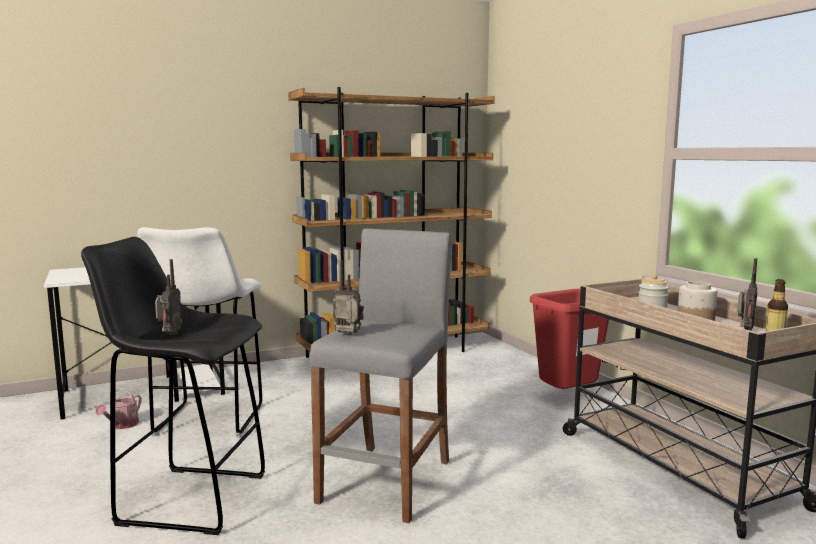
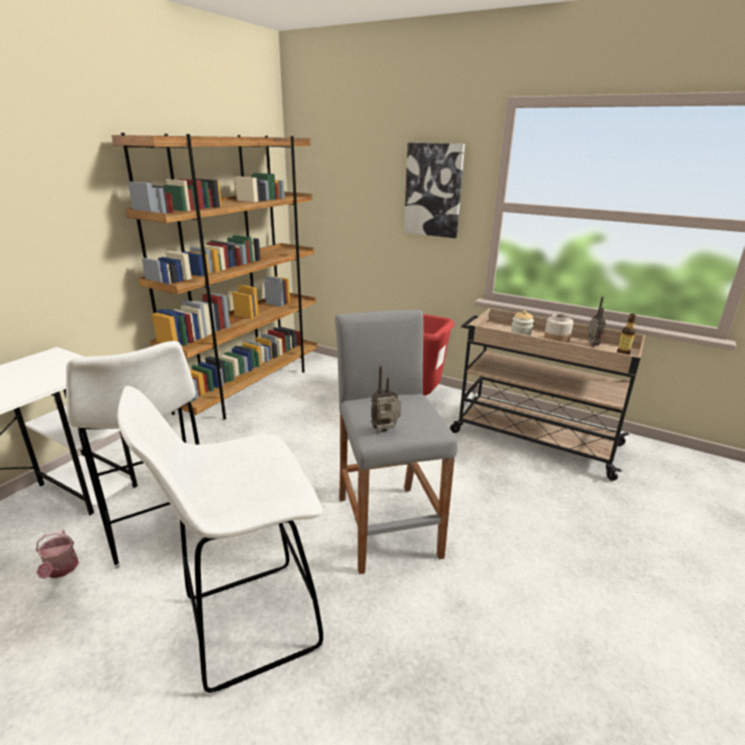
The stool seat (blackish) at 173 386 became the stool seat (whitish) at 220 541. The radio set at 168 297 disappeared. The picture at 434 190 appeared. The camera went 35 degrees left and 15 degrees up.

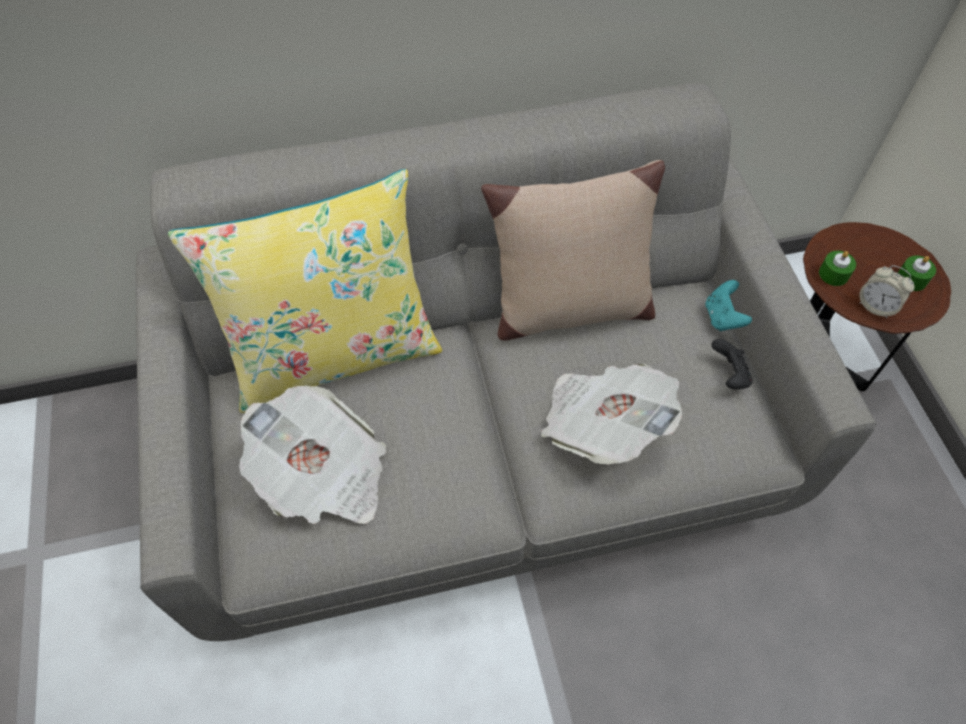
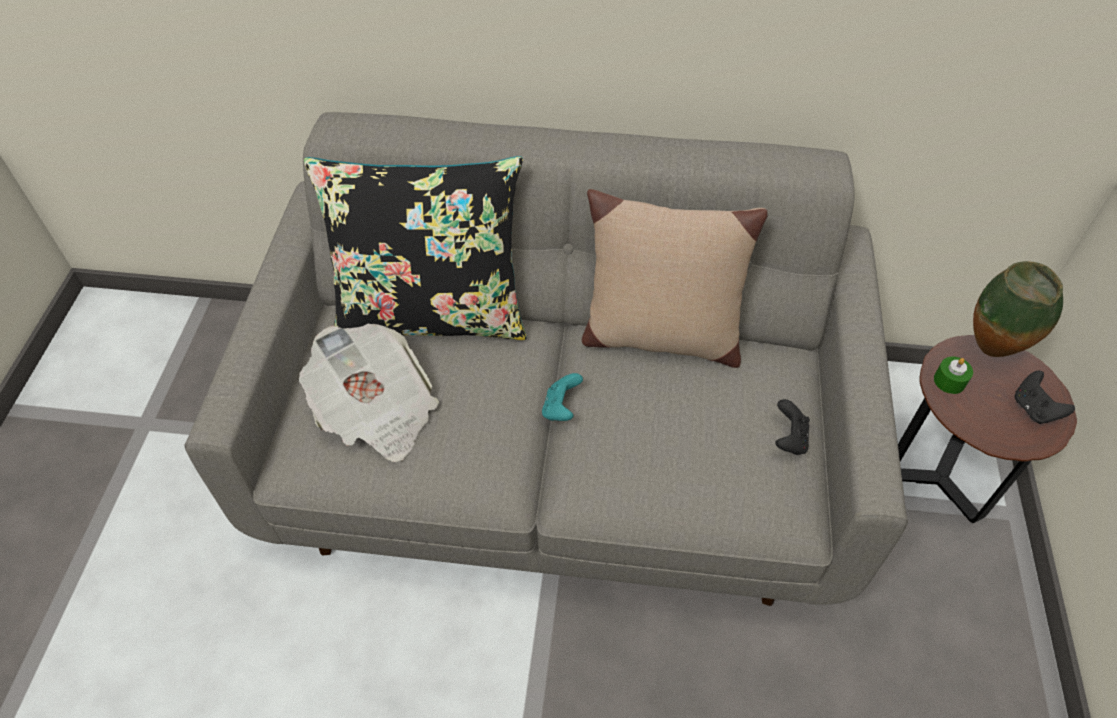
The pillow (yellow) at 305 291 became the pillow (blackish) at 415 248. The candle (green-coloured) at 917 273 was replaced by the joypad (blackish) at 1044 397. The bedside clock at 886 292 disappeared. The joypad (turquoise) moved from 728 305 to 562 397. The printed paper at 611 414 disappeared. The decorative vase at 1018 309 appeared. The camera went 20 degrees right and 5 degrees down.

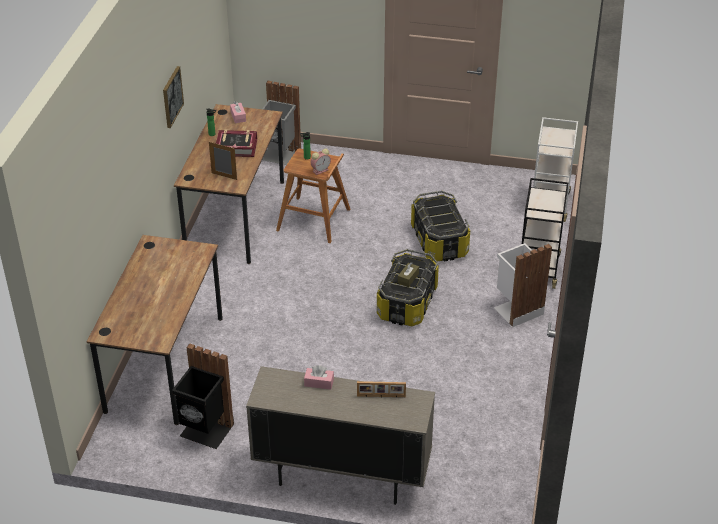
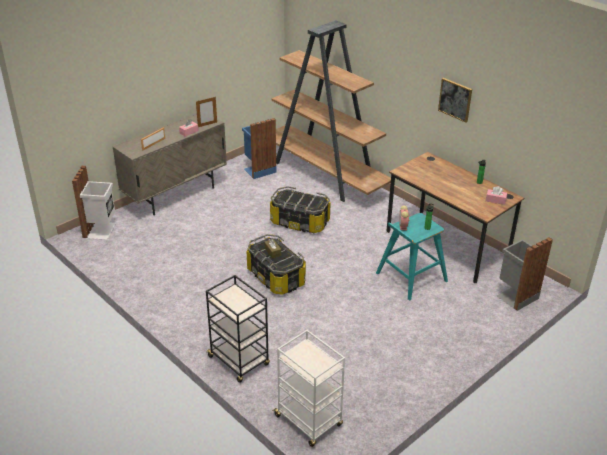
The bound book at 236 143 disappeared. The photo frame moved from 223 161 to 206 111. The stool seat (brown-coloured) at 313 196 became the stool seat (turquoise) at 412 257. The storage bin moved from 440 226 to 300 209. The desk unit (brown-coloured) at 155 330 was replaced by the bookcase (brown-coloured) at 331 111. The waste bin (whitish) moved from 523 285 to 94 203. The waste bin (blackish) at 203 396 became the waste bin (blue) at 259 148. The camera went 125 degrees right and 5 degrees down.

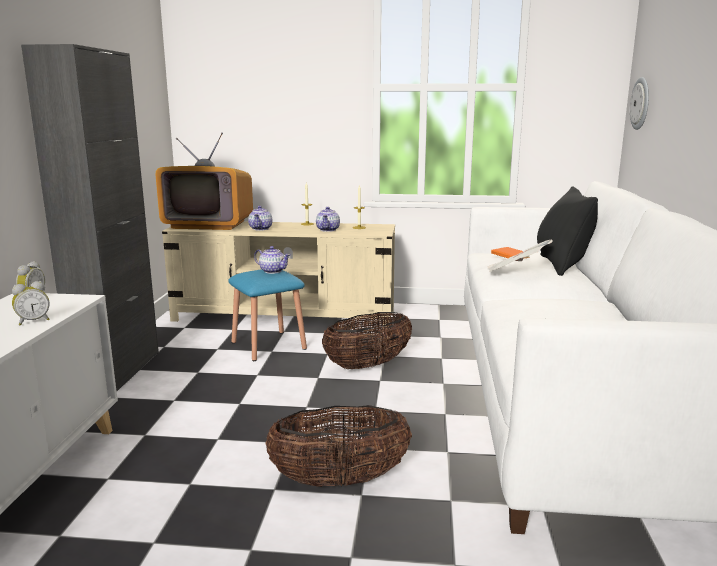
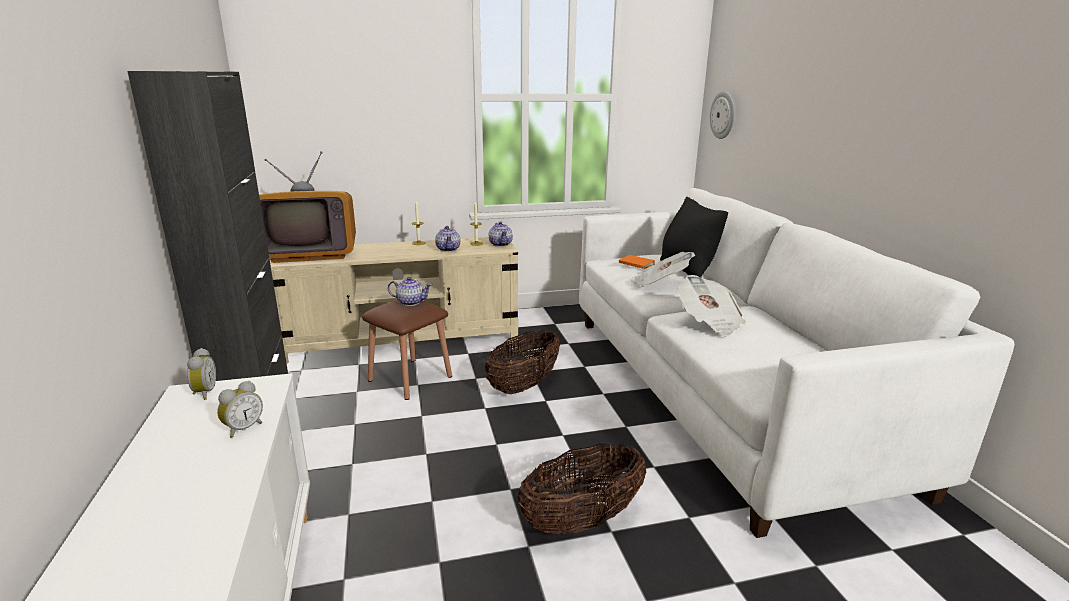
The tea pot moved from 260 218 to 501 234. The stool seat (blue) at 267 315 became the stool seat (brown-coloured) at 407 350. The printed paper at 712 306 appeared. The camera went 20 degrees left and 5 degrees up.

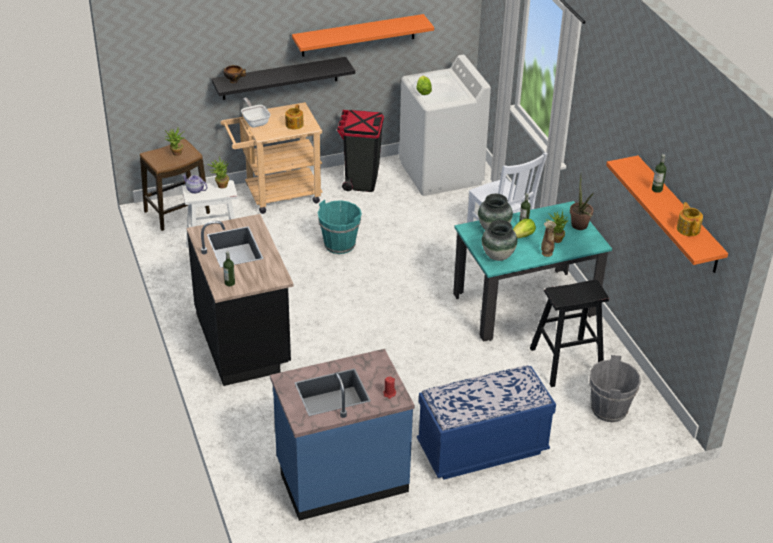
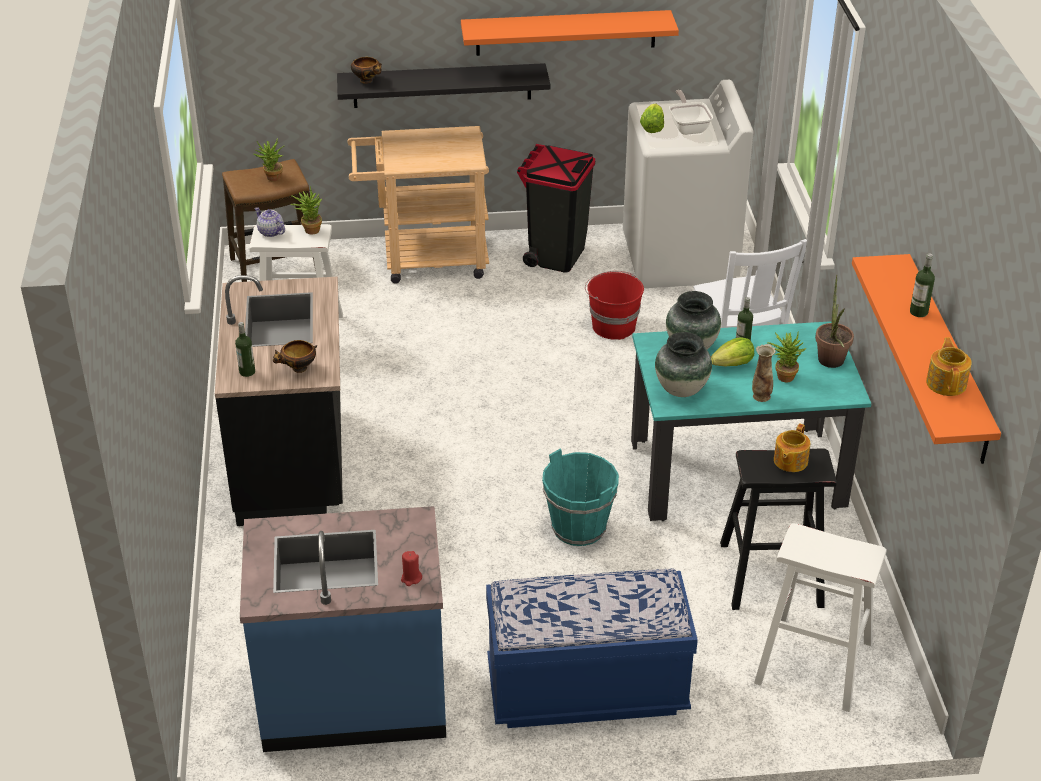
The pan moved from 256 113 to 691 112. The tea pot moved from 294 117 to 792 447. The pail (turquoise) moved from 340 227 to 580 497. The pail (greyish) at 614 388 was replaced by the stool seat (whitish) at 820 617. The pail (red-coloured) at 614 305 appeared. The bowl at 295 356 appeared. The camera went 15 degrees right and 0 degrees up.

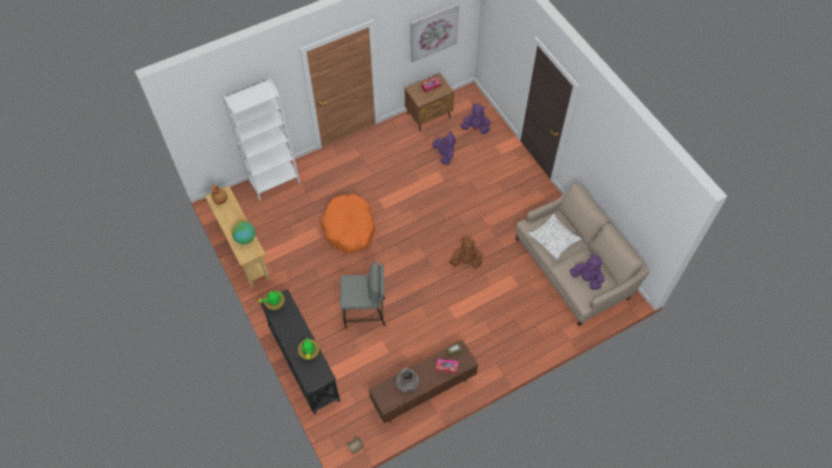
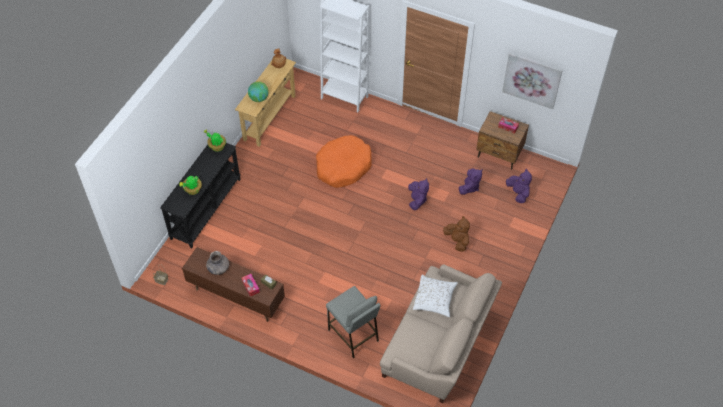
The soft toy (brown-coloured) moved from 466 253 to 456 234. The soft toy (purple-coloured) moved from 587 271 to 418 194. The stool seat (greyish) moved from 362 294 to 353 322. The camera went 55 degrees right and 5 degrees down.

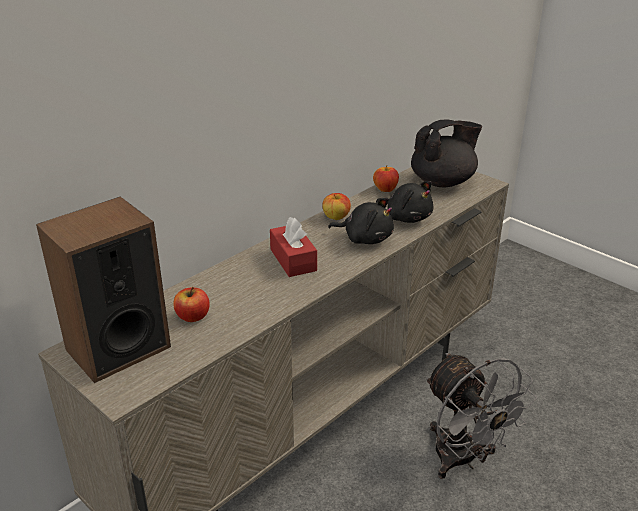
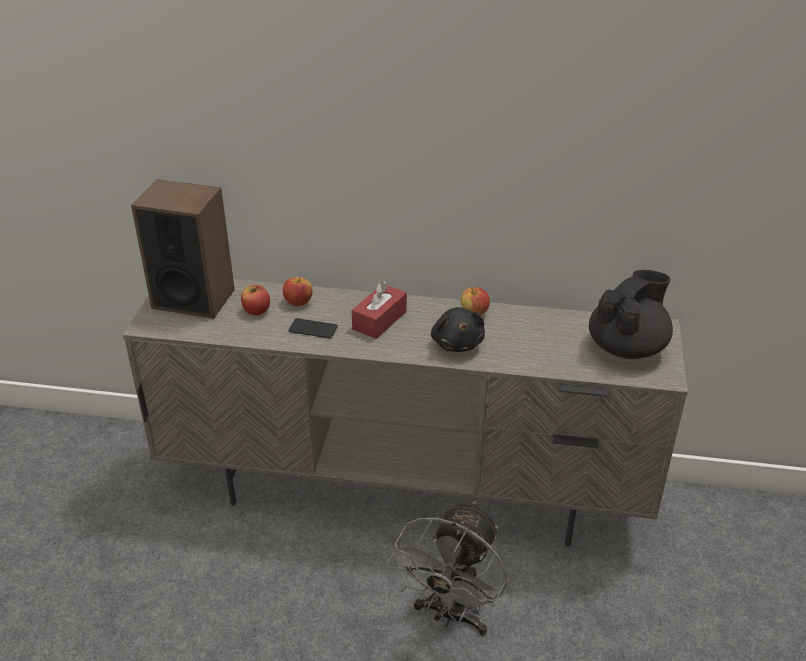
The tea pot (blackish) at 446 153 turned 75 degrees counterclockwise. The whole apple moved from 386 178 to 298 291. The soft toy (blackish) at 404 202 disappeared. The phone at 313 328 appeared. The camera went 55 degrees right and 5 degrees up.

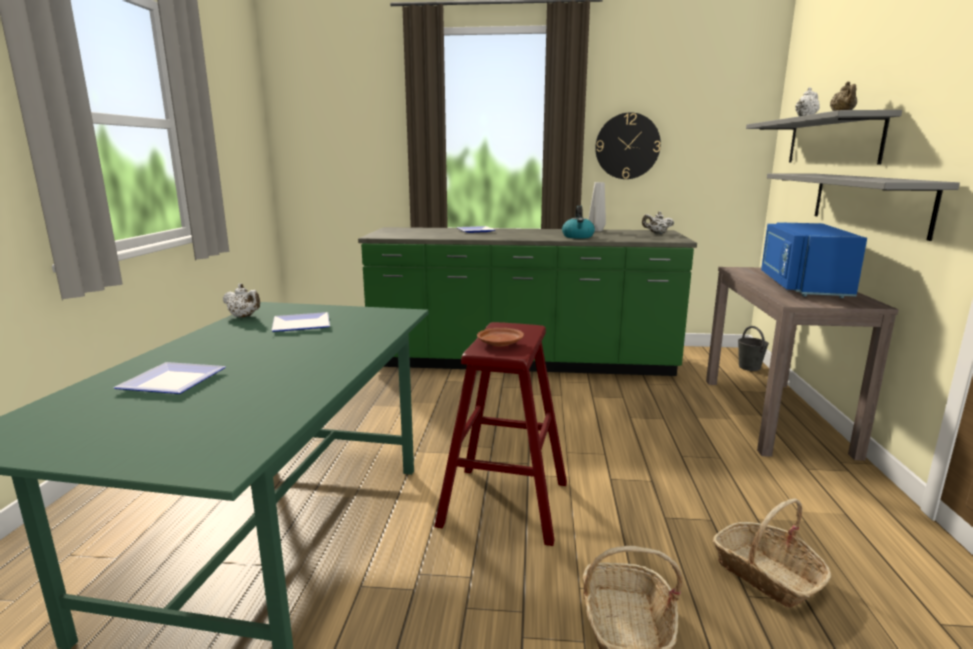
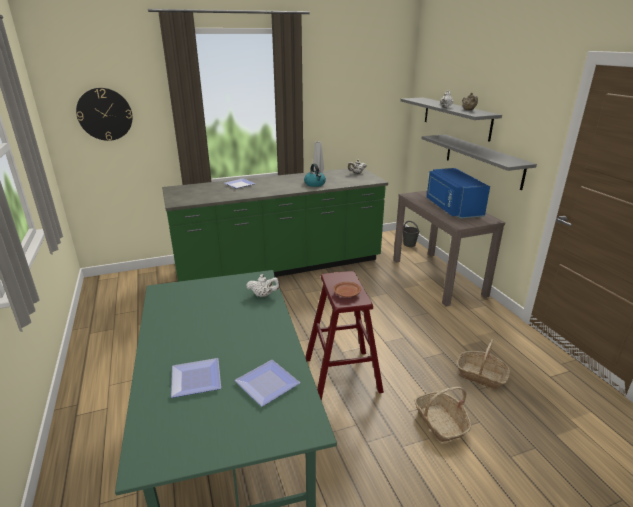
The wall clock moved from 628 145 to 104 114. The tea pot (whitish) moved from 241 300 to 263 285. The flat dish moved from 300 322 to 267 383. The camera went 25 degrees left and 10 degrees up.

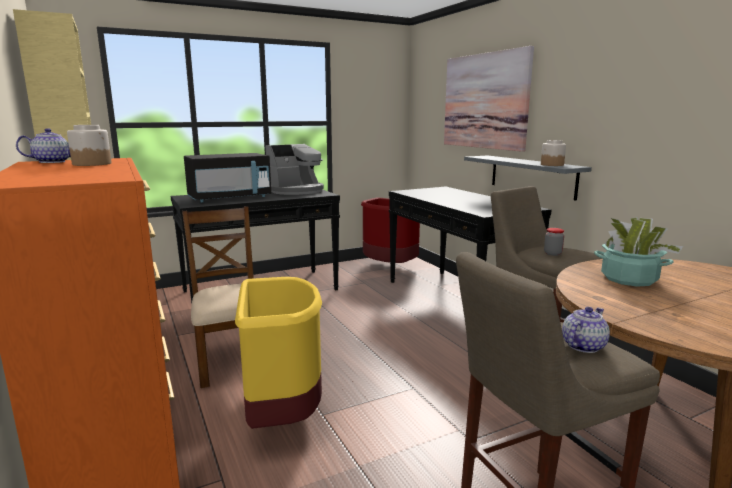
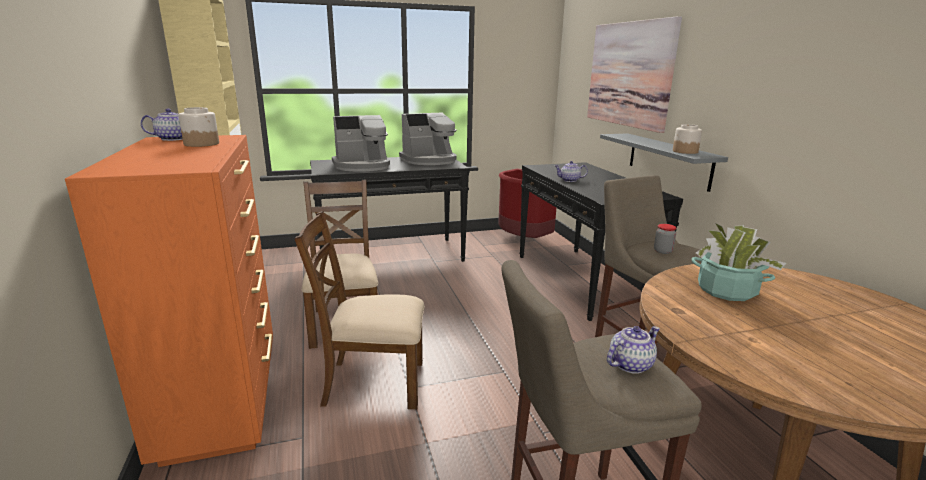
The kitchen microwave (blackish) at 227 177 was replaced by the coffee brewer at 361 143. The waste bin (yellow) at 278 353 was replaced by the plain chair (brown-coloured) at 359 310. The tea pot at 571 171 appeared. The camera went 10 degrees right and 5 degrees up.

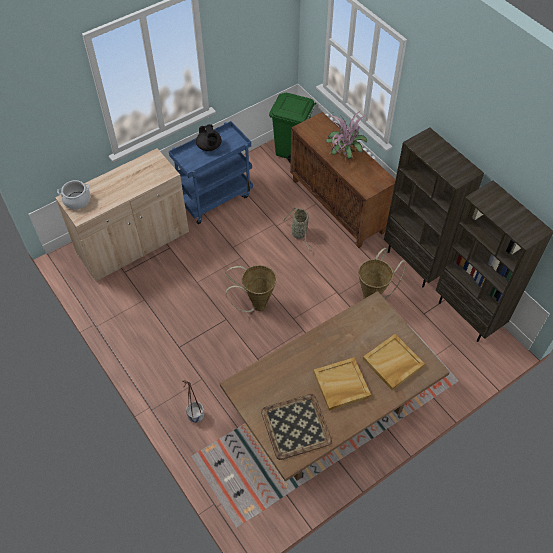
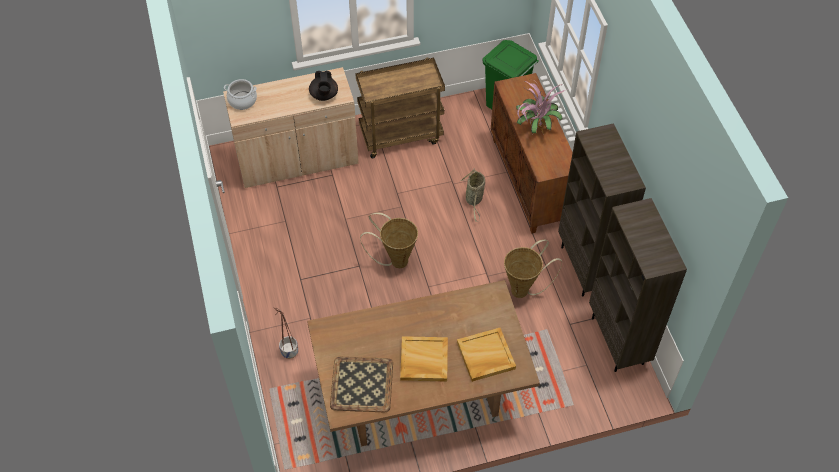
The trolley (blue) at 211 172 became the trolley (brown-coloured) at 400 107. The tea pot (blackish) moved from 209 137 to 323 86. The camera went 20 degrees right and 0 degrees up.

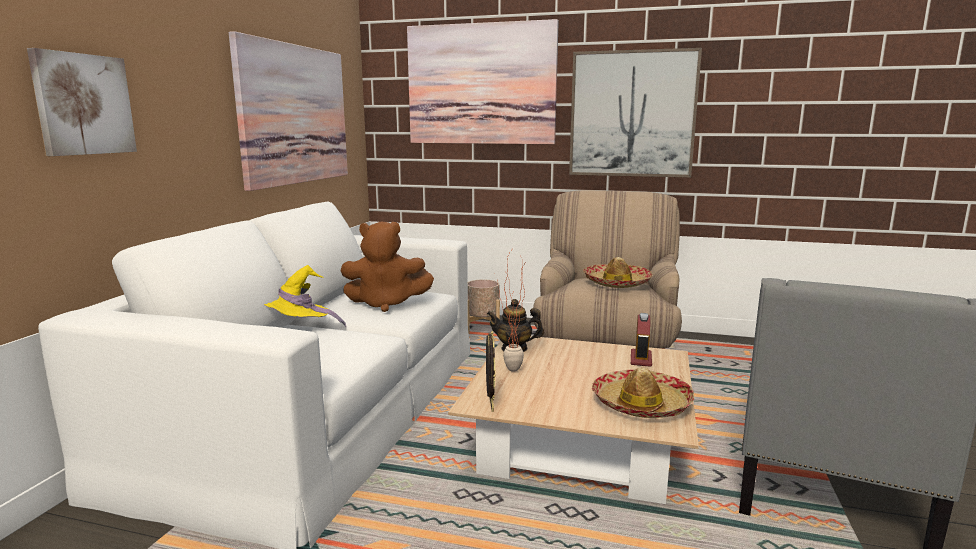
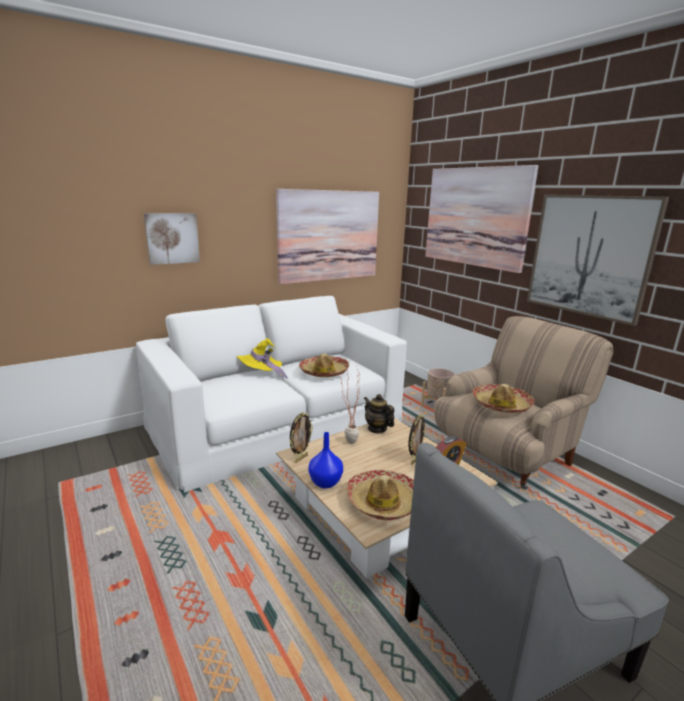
The soft toy (brown-coloured) at 387 267 was replaced by the hat at 324 365. The photo frame at 417 439 appeared. The decorative vase (blue) at 325 460 appeared. The camera went 40 degrees right and 5 degrees up.

